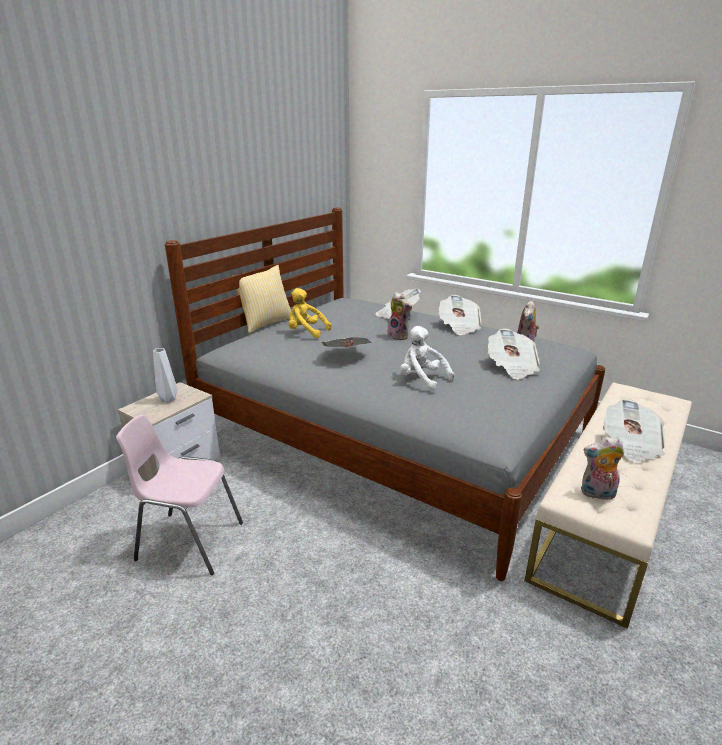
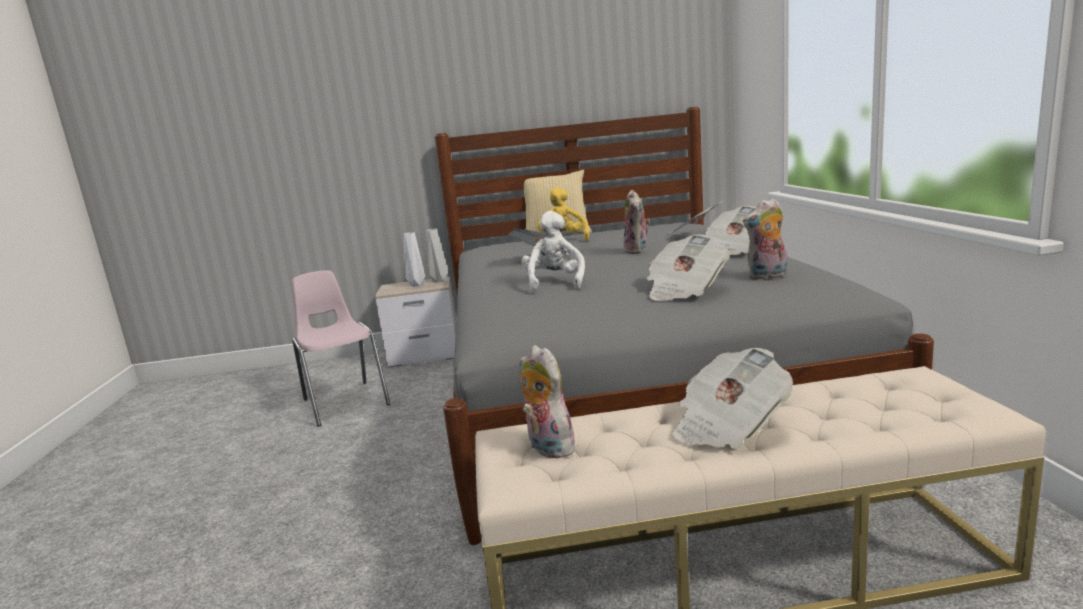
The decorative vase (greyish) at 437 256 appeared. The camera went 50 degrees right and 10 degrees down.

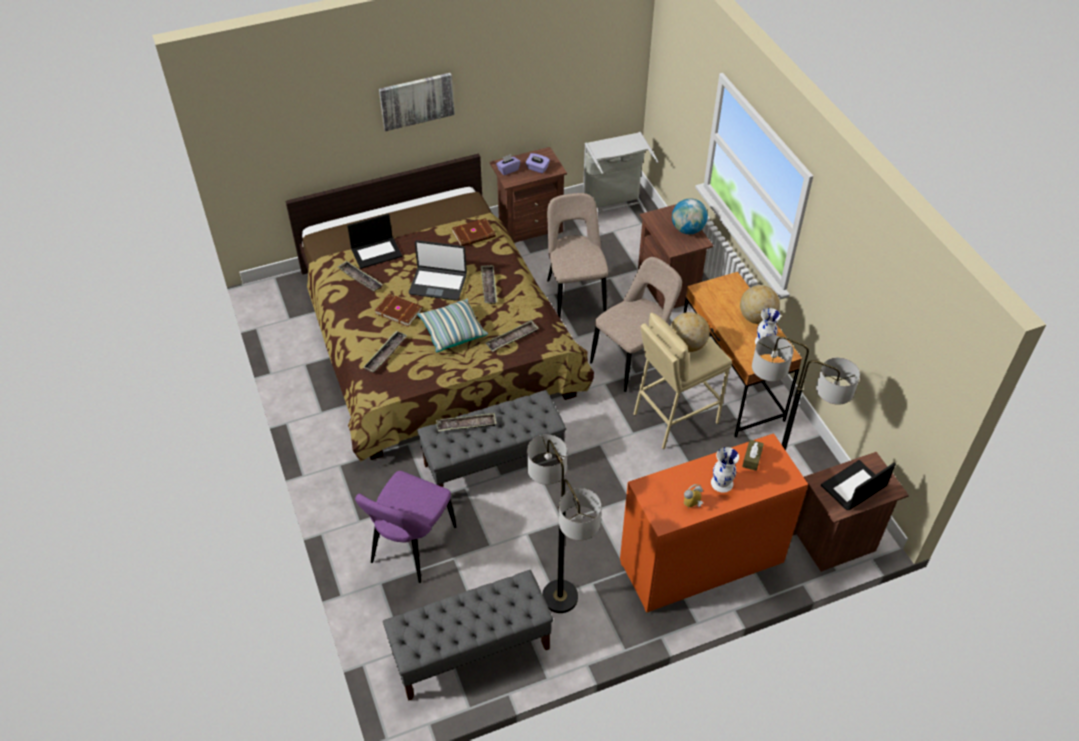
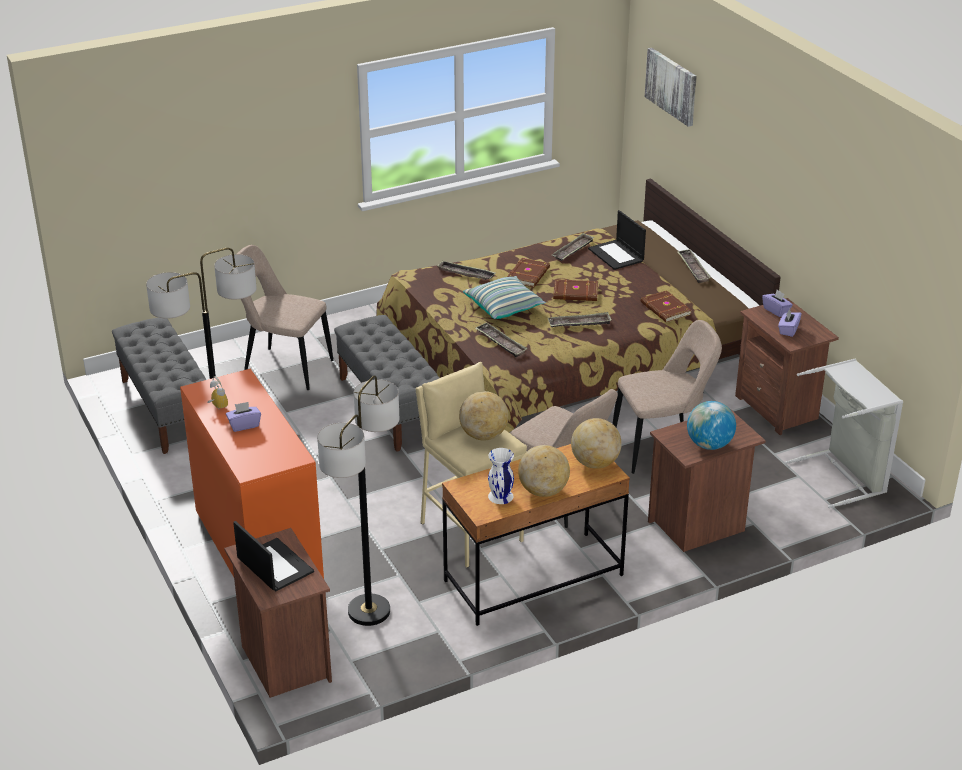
The picture moved from 417 102 to 671 87. The portable computer at 438 270 was replaced by the bound book (brown-coloured) at 575 290. The tray moved from 466 422 to 694 266. The box of tissues (brown-coloured) at 753 455 disappeared. The decorative vase (whitish) at 725 469 was replaced by the box of tissues (purple-coloured) at 243 417. The plain chair (purple-coloured) at 406 527 became the plain chair (beige-coloured) at 285 317. The desk globe at 596 443 appeared. The camera went 85 degrees right and 15 degrees down.

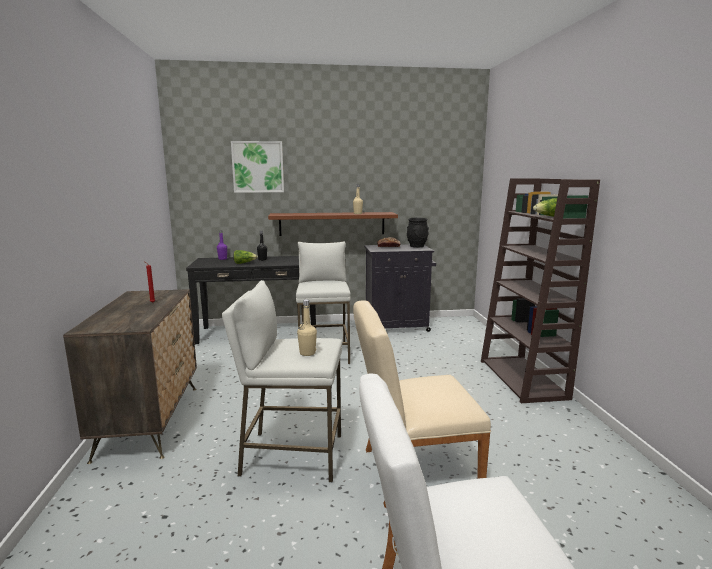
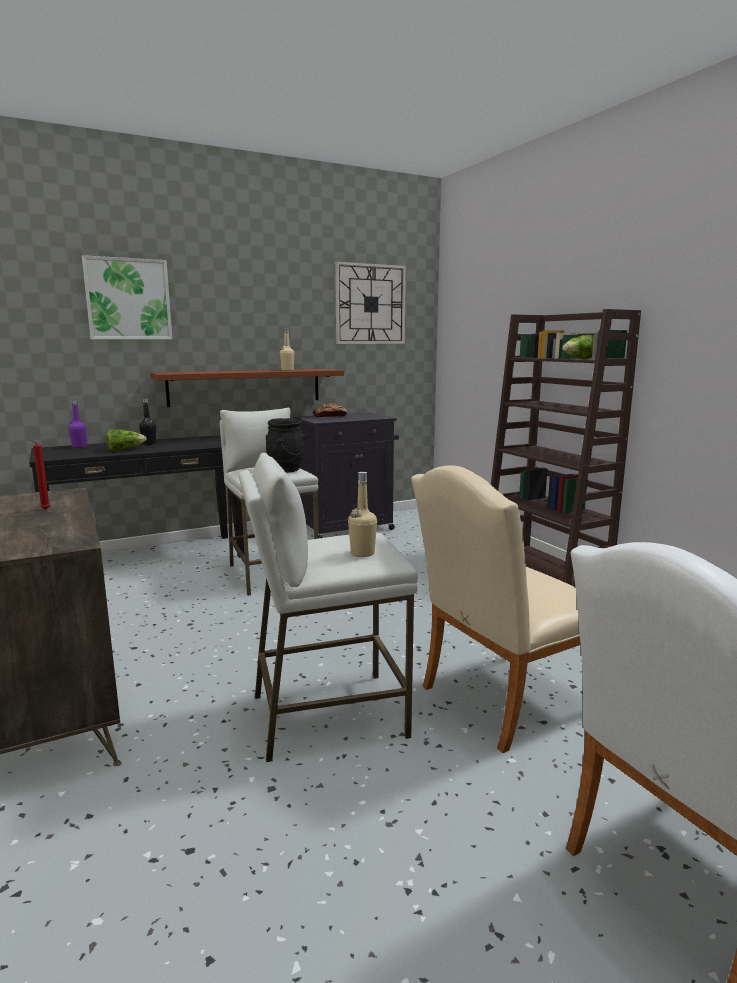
The decorative vase (blackish) moved from 418 232 to 285 445. The wall clock at 370 303 appeared. The camera went 20 degrees left and 0 degrees up.

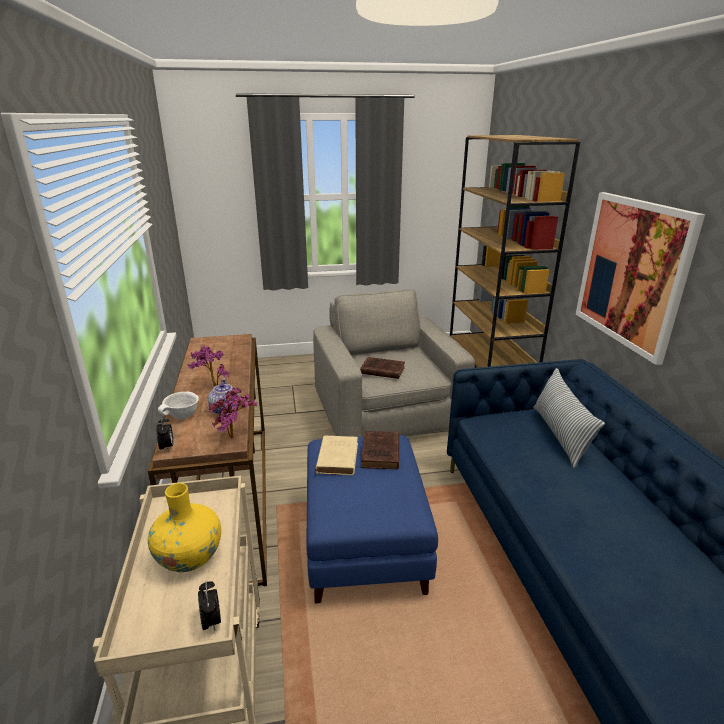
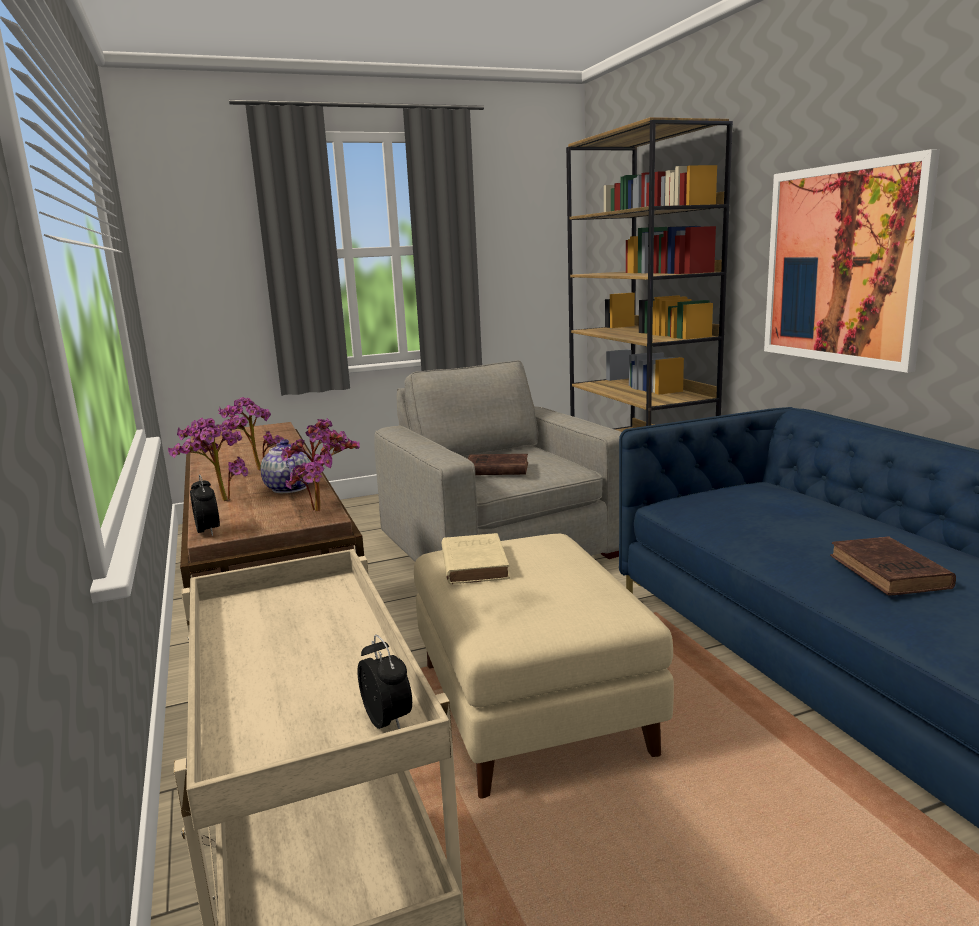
The pillow at 569 418 disappeared. The bowl (whitish) at 178 405 was replaced by the potted plant at 208 459. The bound book (brown-coloured) moved from 380 450 to 893 565. The footrest (blue) at 372 519 became the footrest (beige-coloured) at 544 666. The decorative vase (yellow) at 184 527 disappeared. The camera went 10 degrees left and 10 degrees down.

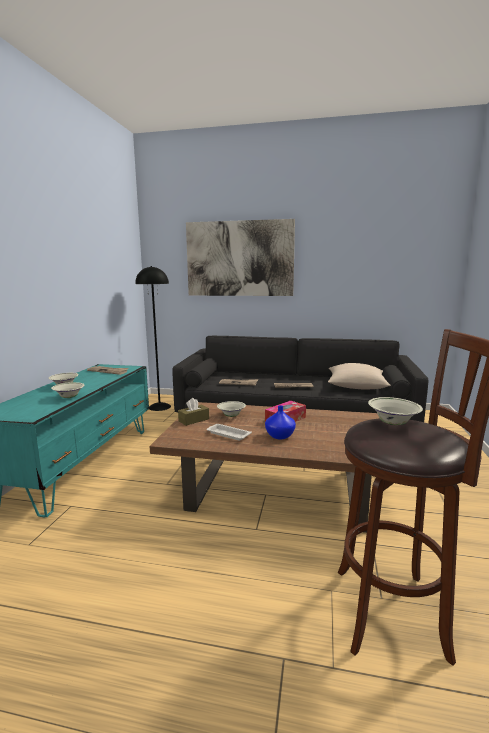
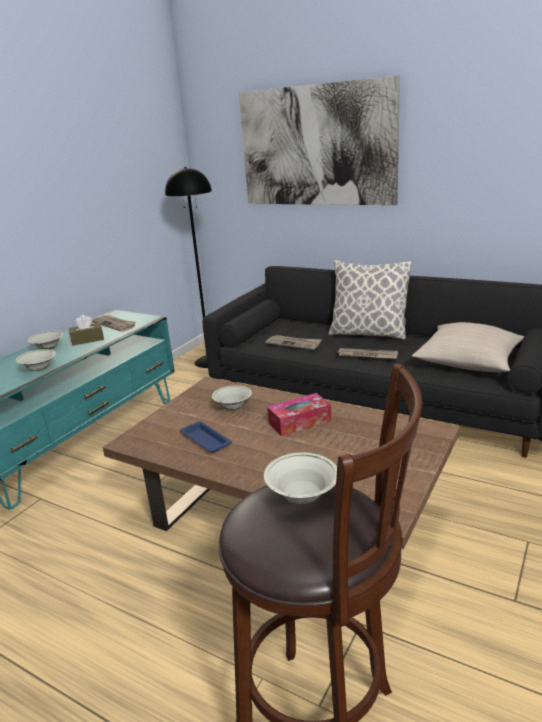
The box of tissues (brown-coloured) moved from 193 412 to 86 330. The decorative vase (blue) at 280 422 disappeared. The tray (whitish) at 229 432 became the tray (blue) at 206 437. The pillow at 370 299 appeared. The camera went 20 degrees right and 10 degrees up.

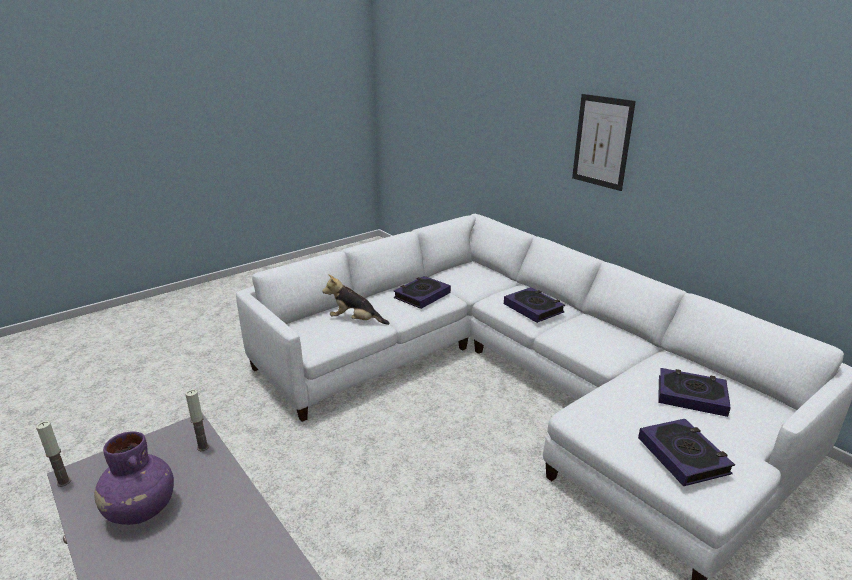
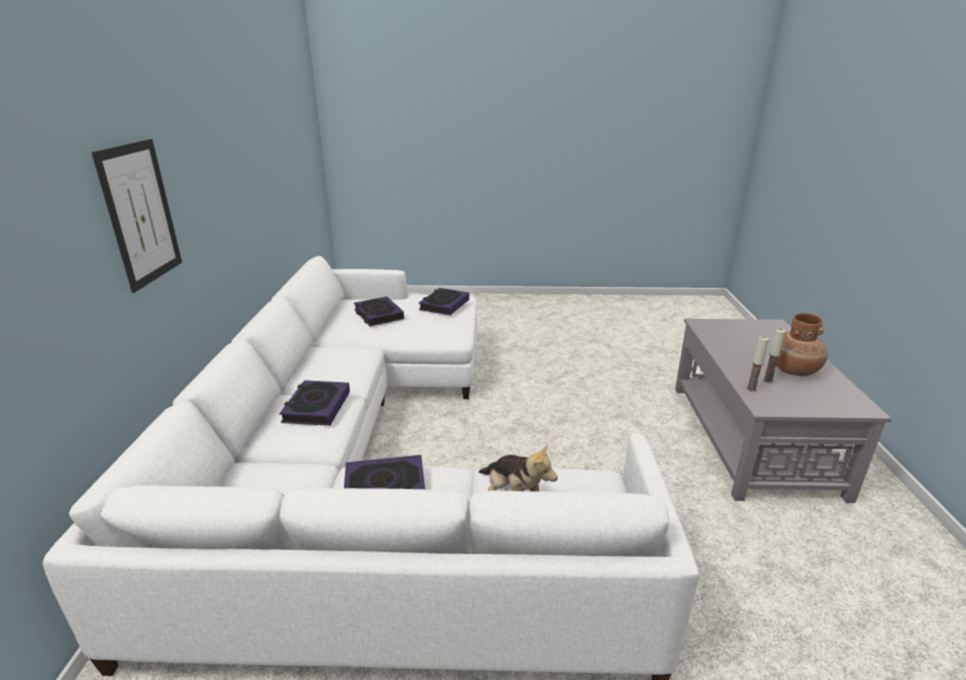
The candle moved from 53 454 to 774 356. The decorative vase (purple-coloured) at 134 478 became the decorative vase (brown-coloured) at 802 344. The camera went 140 degrees left and 0 degrees up.

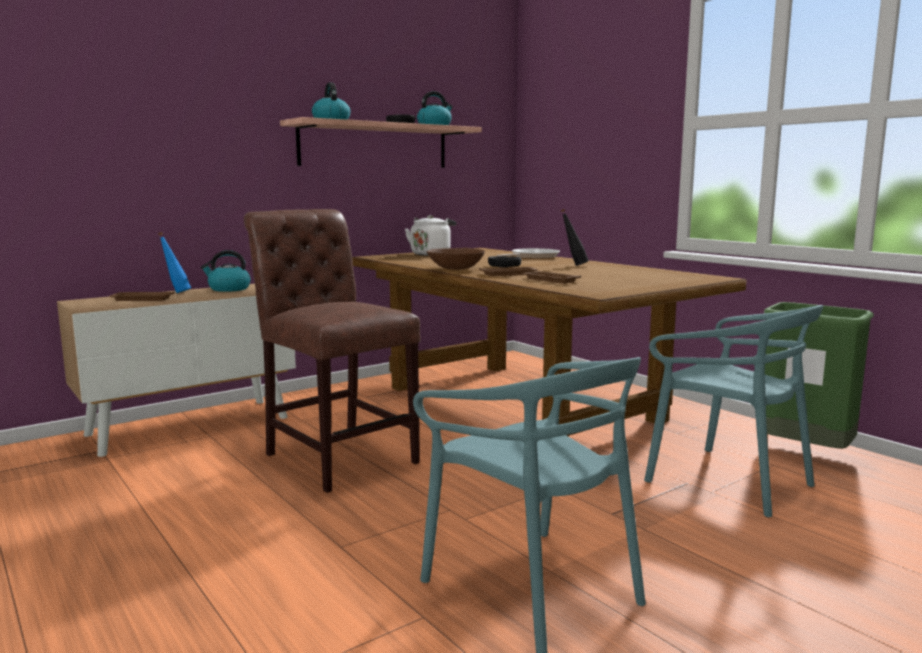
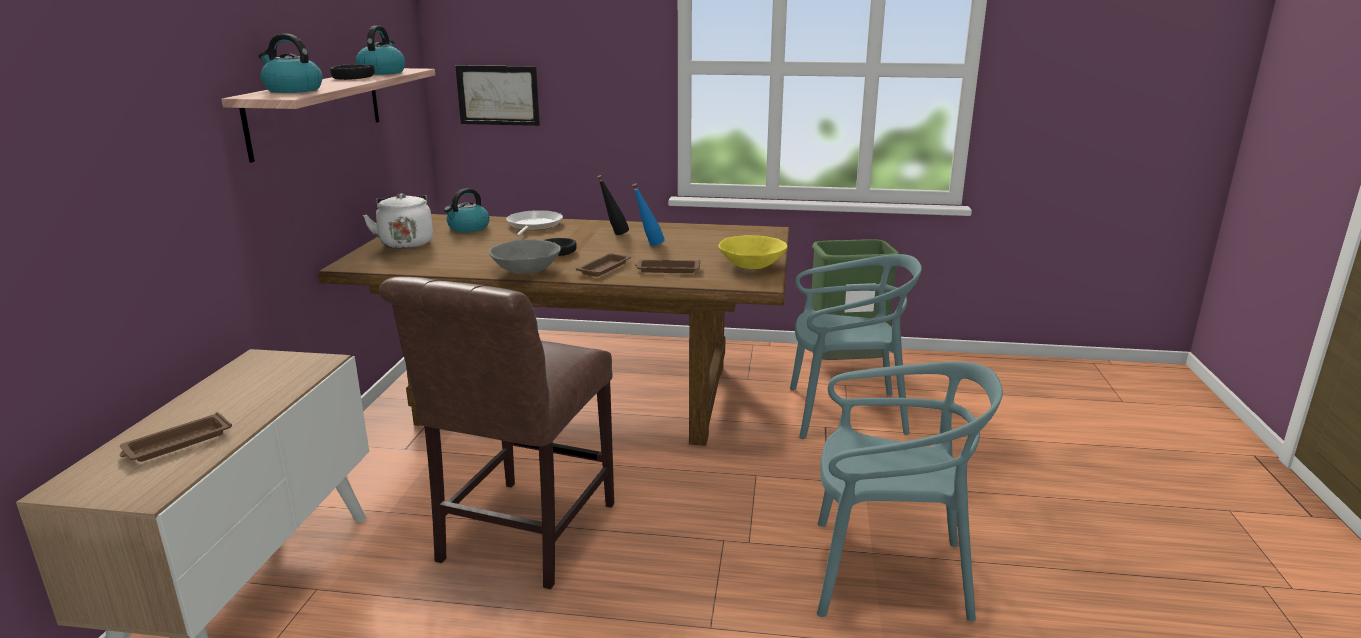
The plain chair (brown-coloured) at 332 351 turned 75 degrees counterclockwise. The bottle (blue) moved from 174 262 to 648 214. The bowl (brown-coloured) at 455 259 became the bowl (greyish) at 525 256. The tea kettle moved from 225 271 to 467 210. The picture at 497 95 appeared. The bowl (yellow) at 752 252 appeared. The camera went 45 degrees left and 10 degrees up.

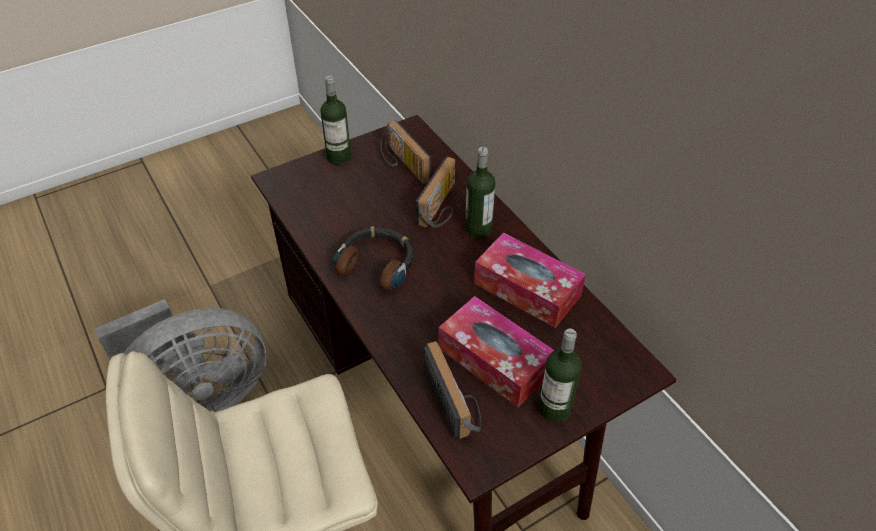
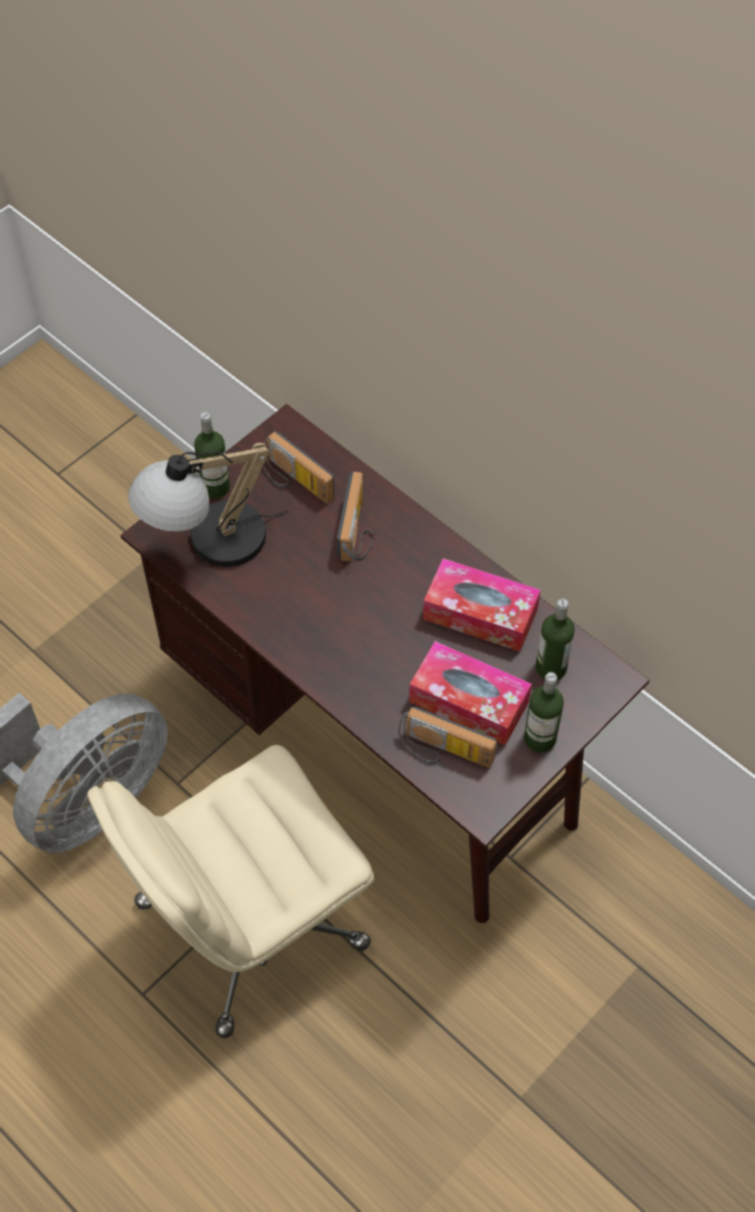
The bottle moved from 480 192 to 555 639. The headset at 373 258 disappeared. The radio set at 452 390 turned 150 degrees clockwise. The table lamp at 208 505 appeared. The camera went 15 degrees left and 10 degrees up.

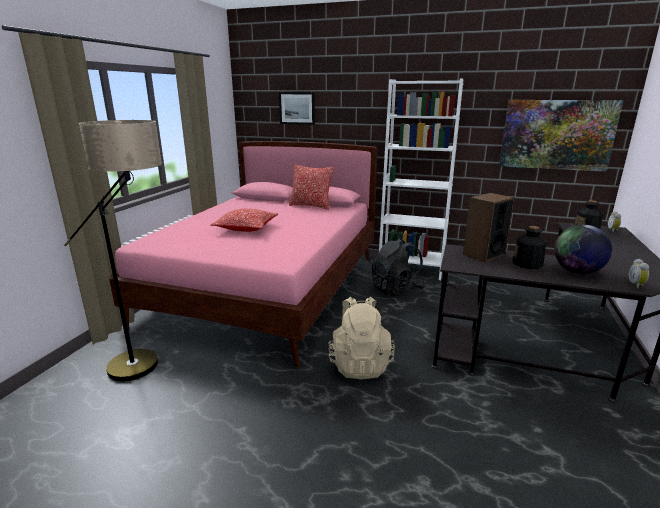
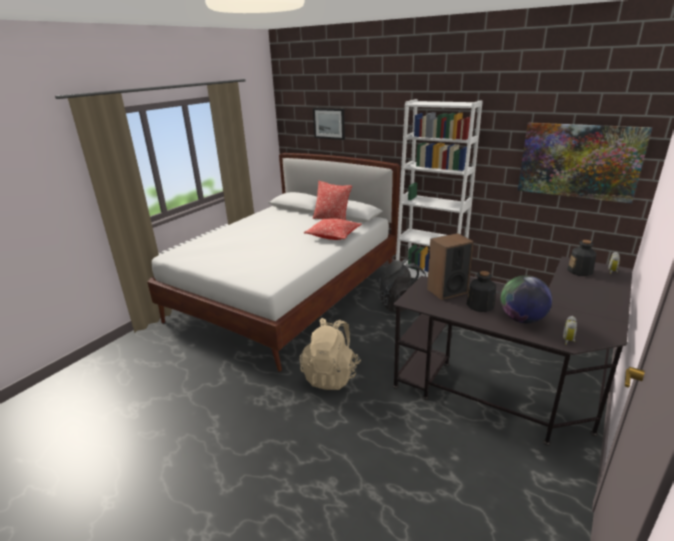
The floor lamp at 113 250 disappeared. The sleeping bed (pinkish) at 243 254 became the sleeping bed (whitish) at 273 262. The pillow moved from 244 220 to 333 229. The camera went 15 degrees right and 5 degrees up.

